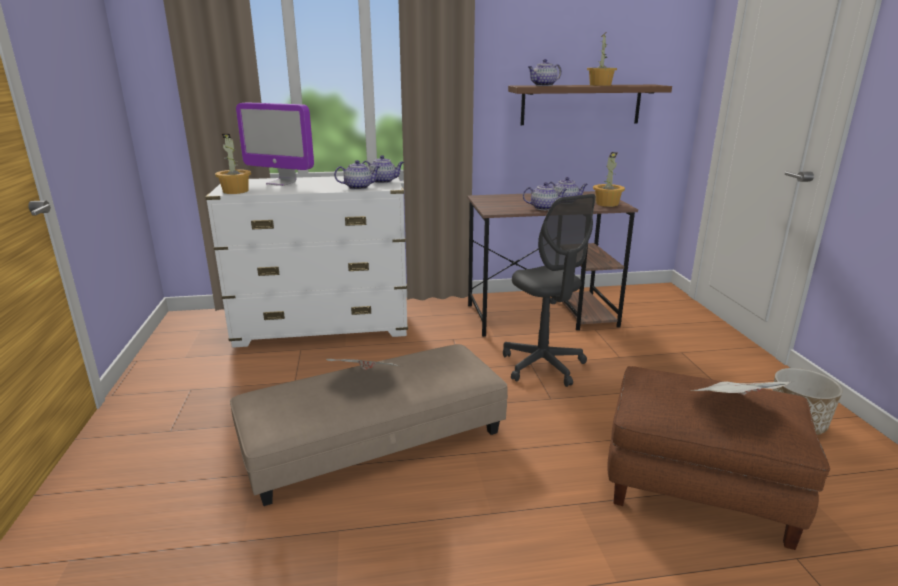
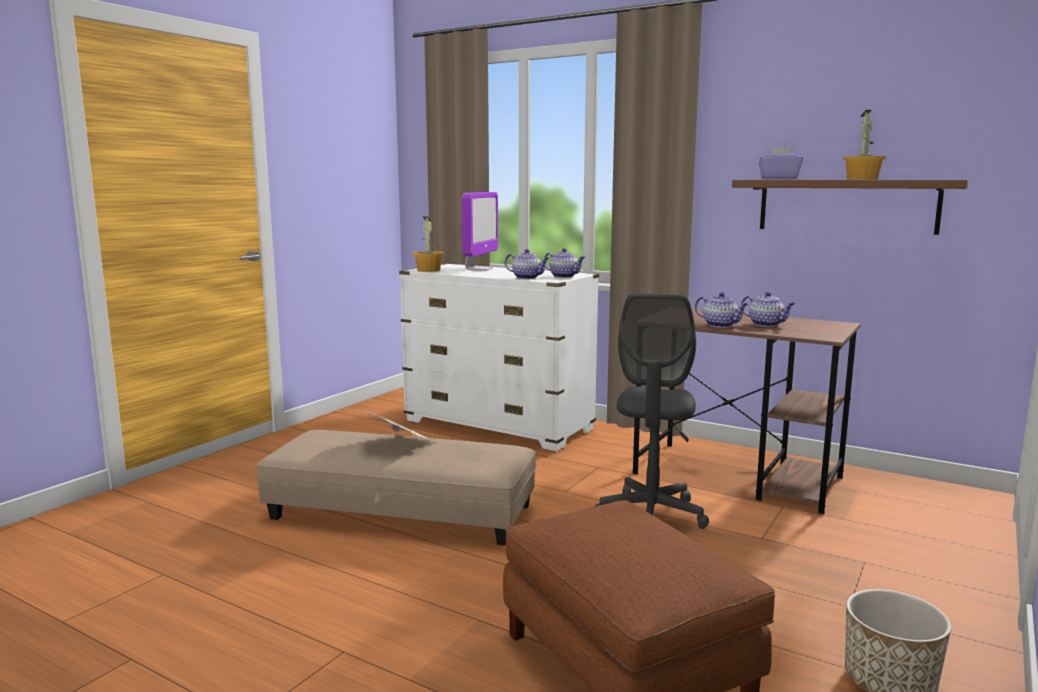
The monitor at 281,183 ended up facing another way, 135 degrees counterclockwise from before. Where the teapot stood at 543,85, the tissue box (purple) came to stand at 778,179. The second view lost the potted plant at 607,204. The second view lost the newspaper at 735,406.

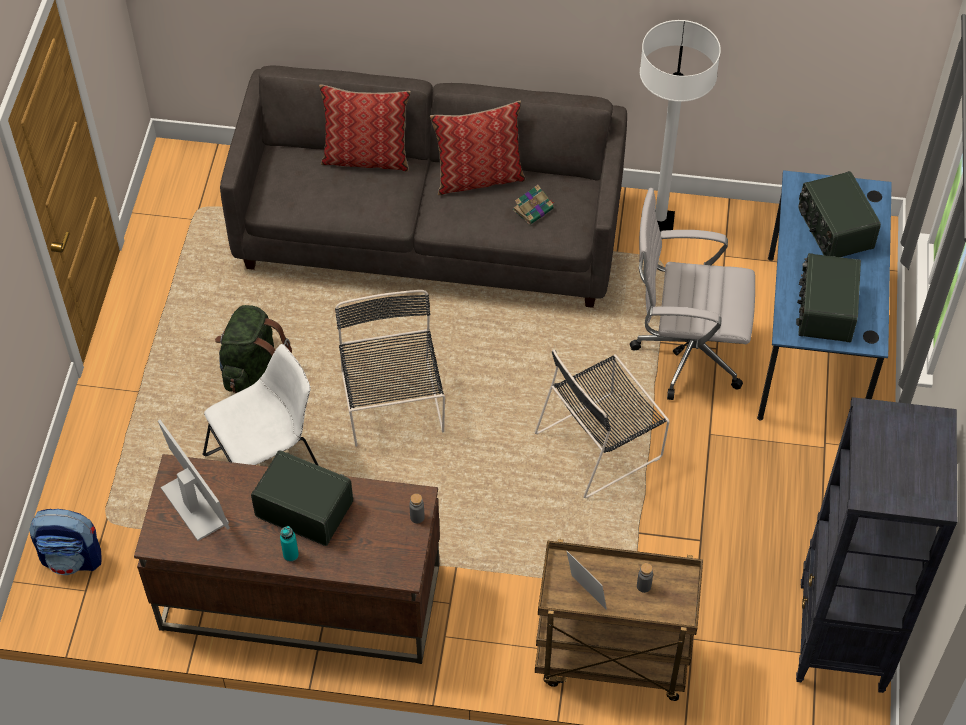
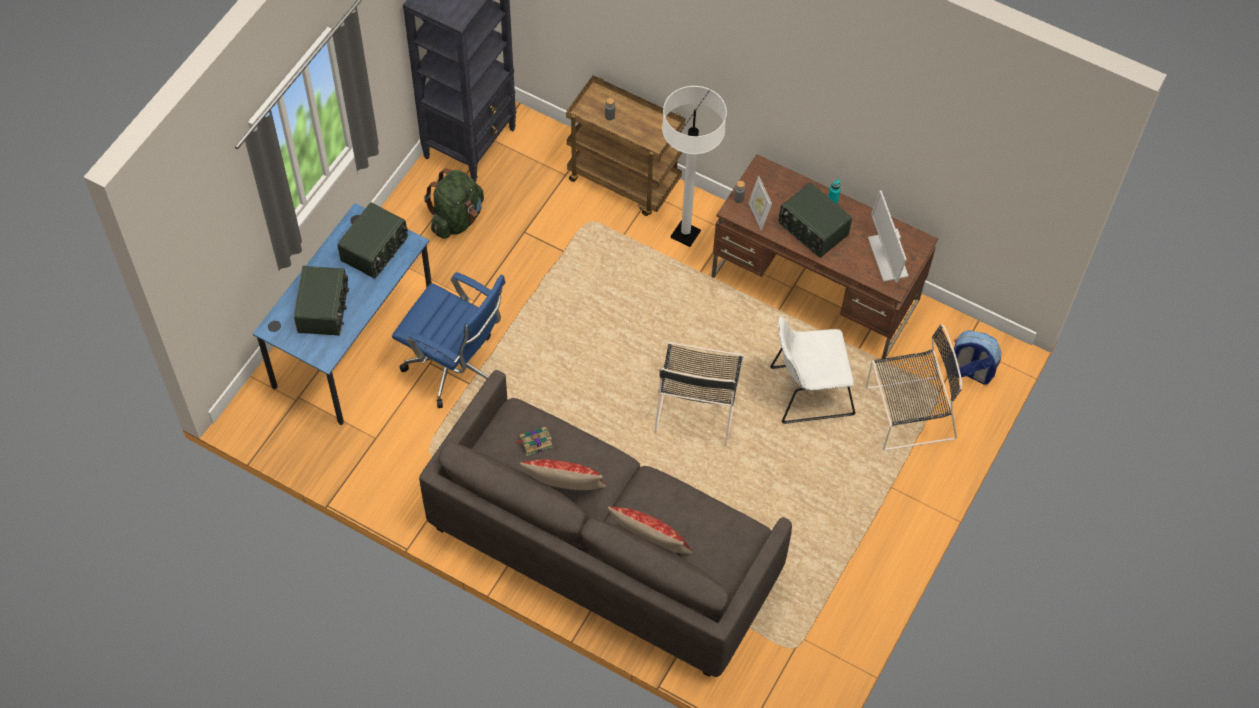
The backpack (green) ended up elsewhere, having gone from 252,369 to 457,218. The chair (black) ended up elsewhere, having gone from 602,443 to 906,414. The picture frame ended up elsewhere, having gone from 585,595 to 758,215. What was the office chair (white) at 684,353 turned into the office chair (blue) at 456,368. The floor lamp (white) ended up elsewhere, having gone from 660,222 to 685,234.

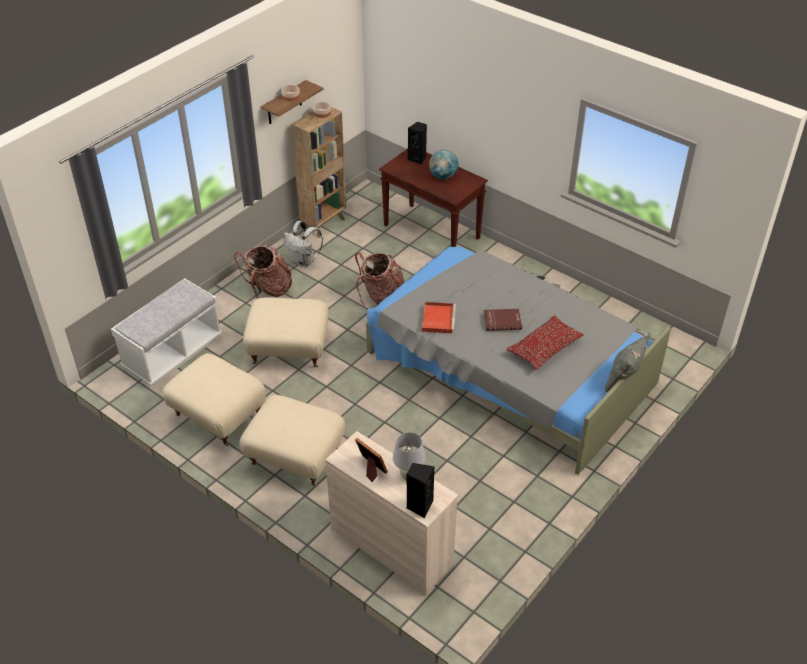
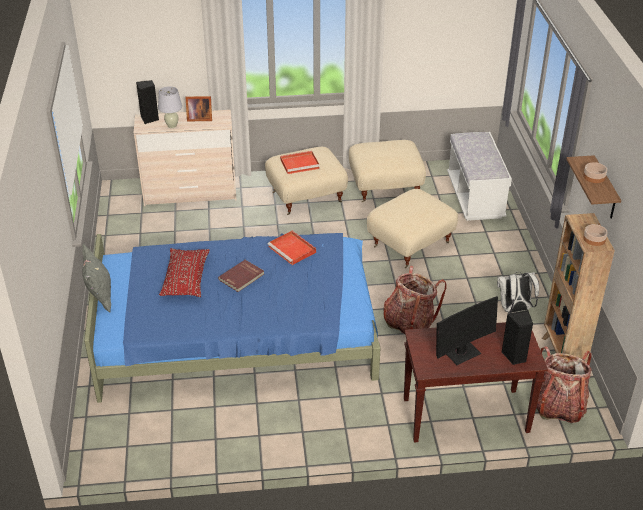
The backpack ended up elsewhere, having gone from 269,289 to 558,406. What was the bed (grey) at 508,367 turned into the bed (blue) at 238,335. Where the globe stood at 443,176, the monitor came to stand at 461,352. The second view gained the tray (red) at 300,164.

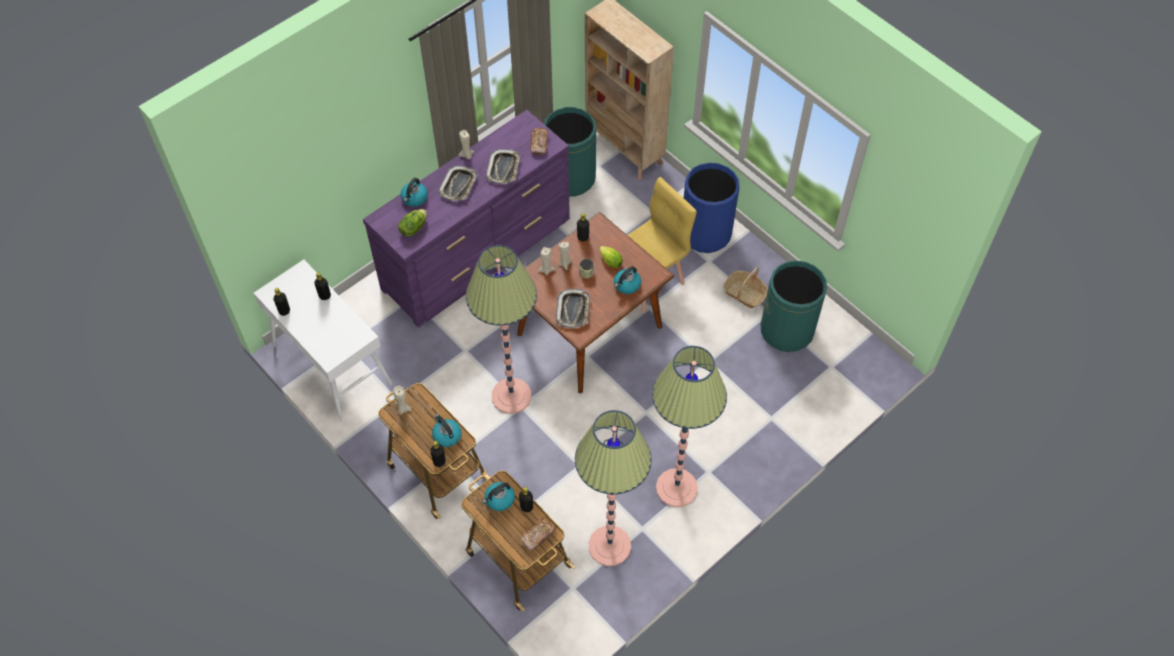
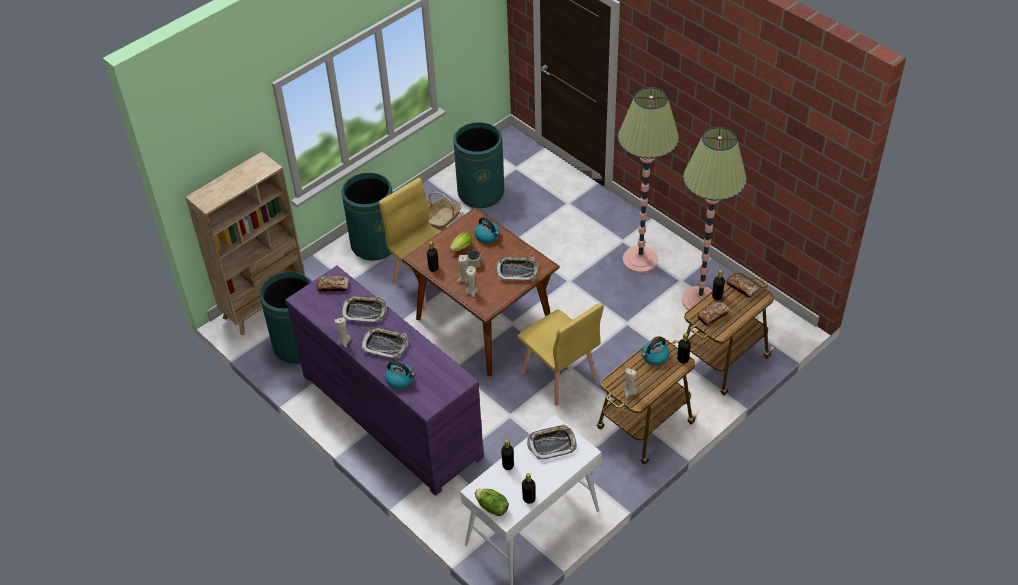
The lettuce ended up elsewhere, having gone from 413,228 to 492,508. Where the floor lamp stood at 511,396, the chair (yellow) came to stand at 559,376. Where the kettle stood at 499,500, the bread came to stand at 713,315. What was the trash can (blue) at 706,233 turned into the trash can (green) at 374,244. The second view gained the tray at 552,444.

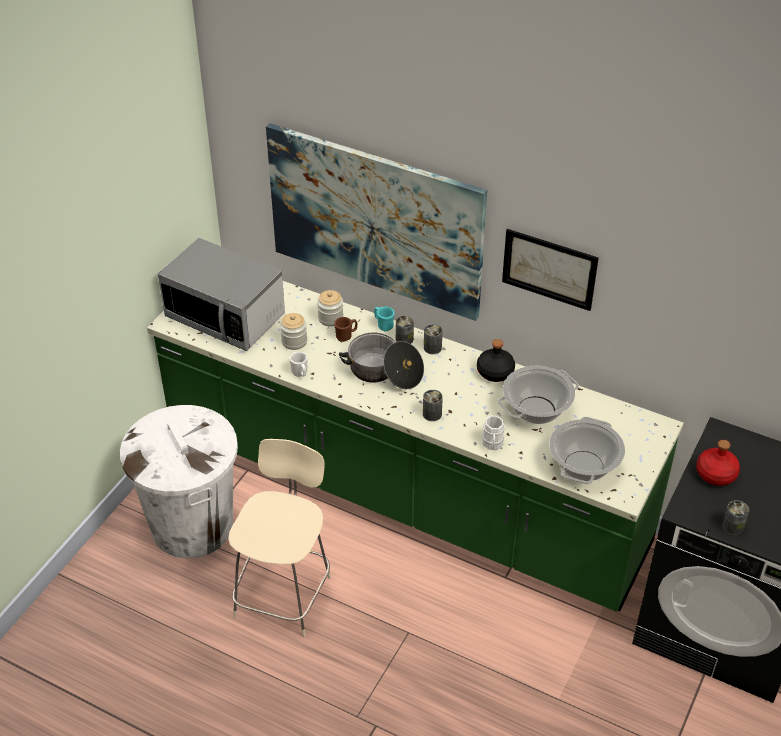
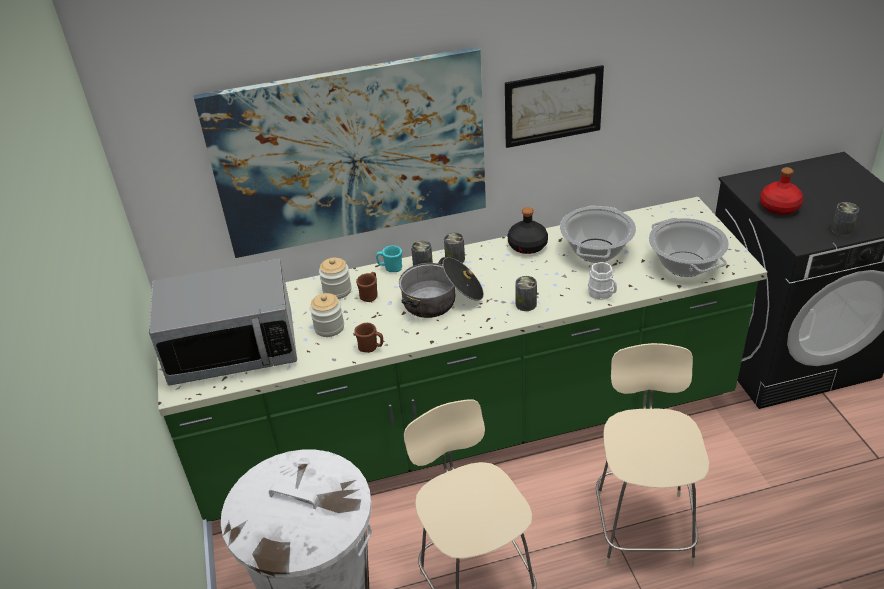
What was the mug (white) at 300,373 turned into the mug (brown) at 371,348. The second view gained the chair (beige) at 643,525.

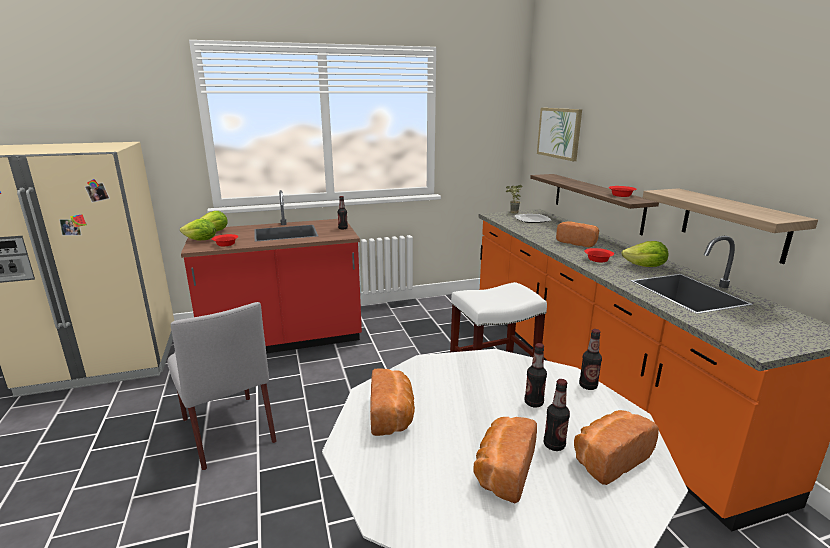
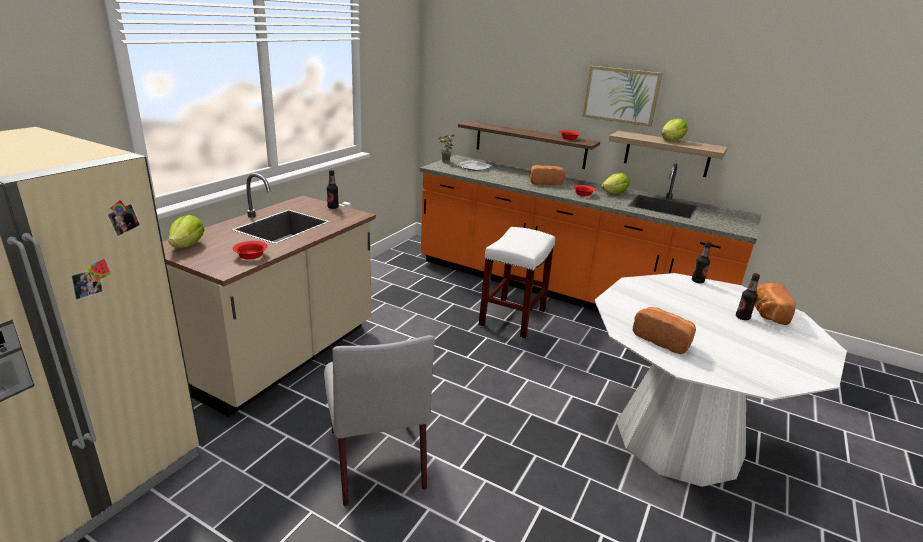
The chair (grey) at 227,429 ended up facing another way, 60 degrees clockwise from before. The lettuce ended up elsewhere, having gone from 201,240 to 671,140. What was the counter (red) at 284,339 turned into the counter (beige) at 282,356. The second view lost the bread at 502,471. The second view lost the bottle at 533,403. The picture ended up elsewhere, having gone from 559,133 to 621,95.

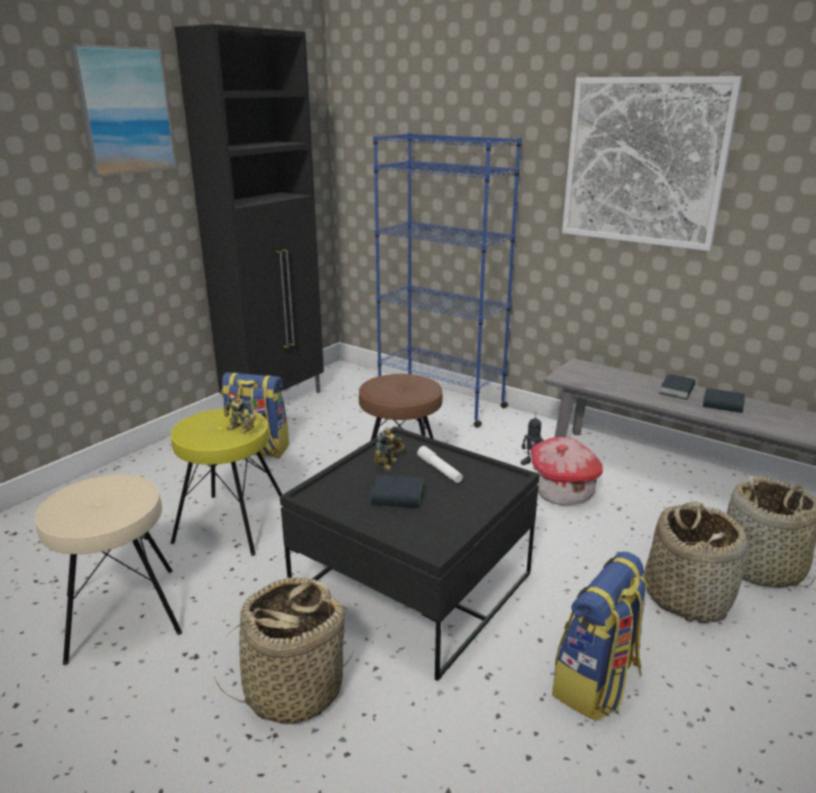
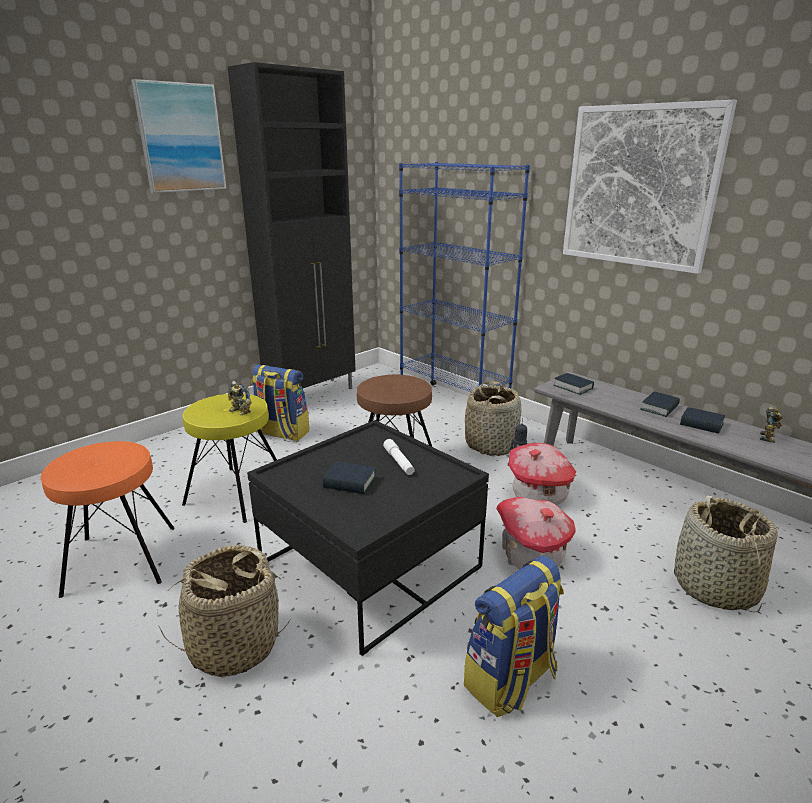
What was the stool (beige) at 121,614 turned into the stool (orange) at 120,560. The toy robot ended up elsewhere, having gone from 389,464 to 769,438. The basket ended up elsewhere, having gone from 687,596 to 491,444. The second view gained the toy house at 531,555. The second view gained the book at 573,387.

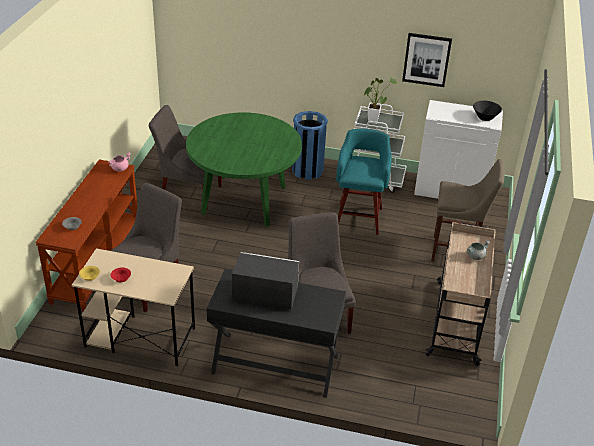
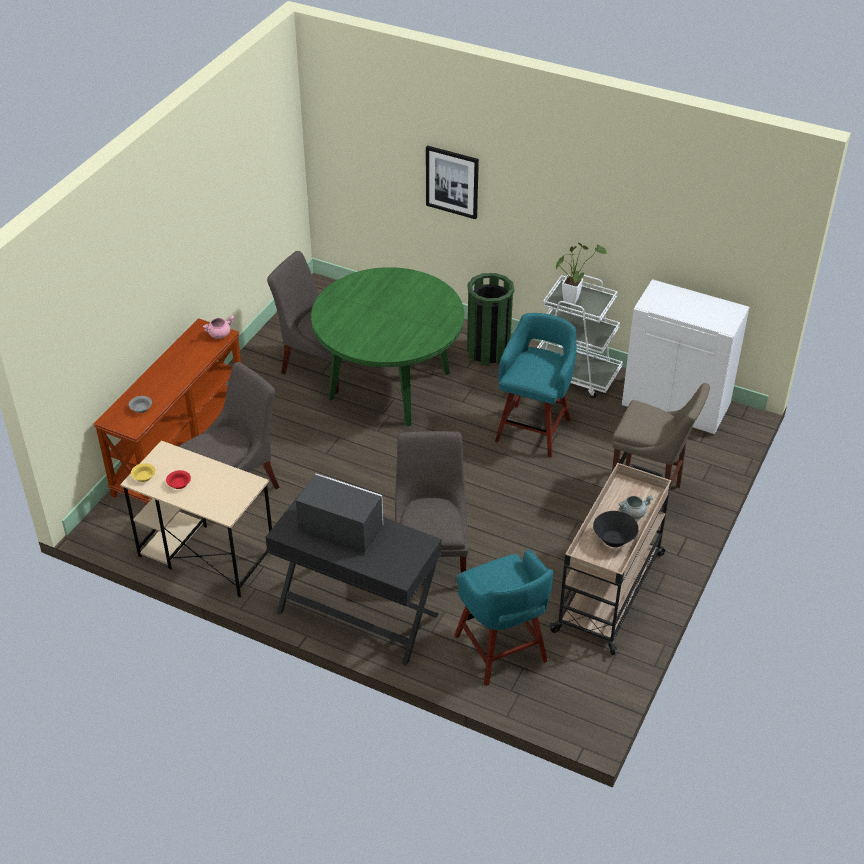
What was the trash can (blue) at 307,170 turned into the trash can (green) at 488,351. The picture ended up elsewhere, having gone from 426,59 to 452,181. The bowl (black) ended up elsewhere, having gone from 485,118 to 614,540. The second view gained the stool (turquoise) at 501,651.

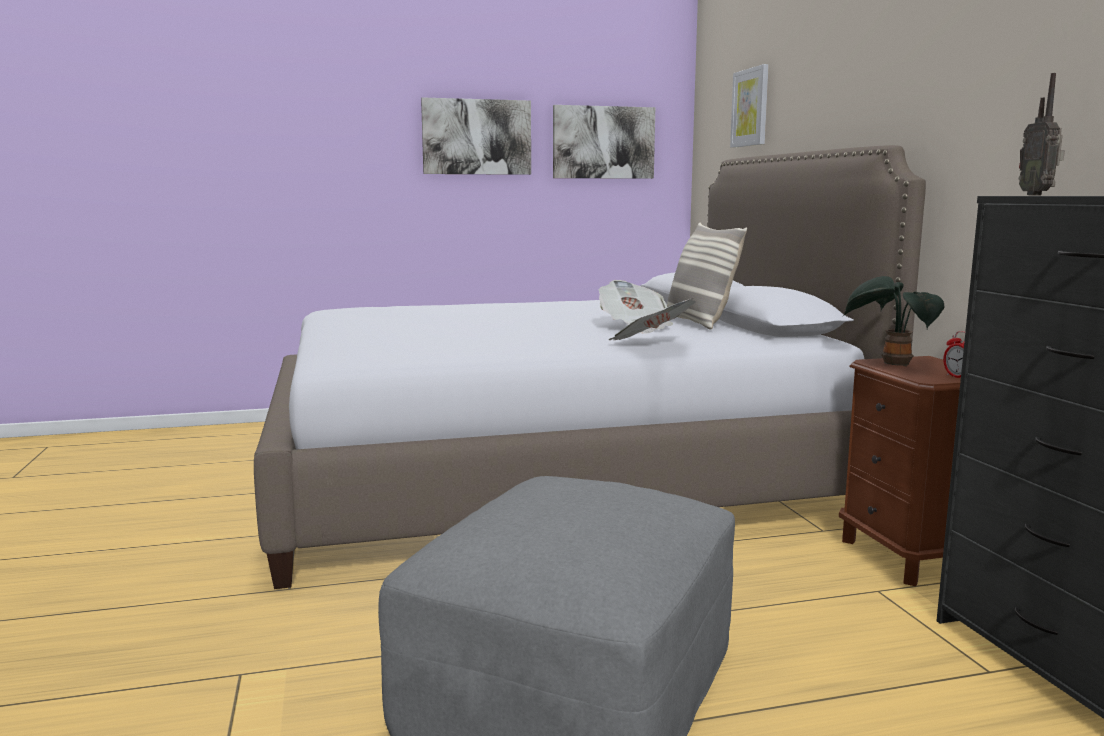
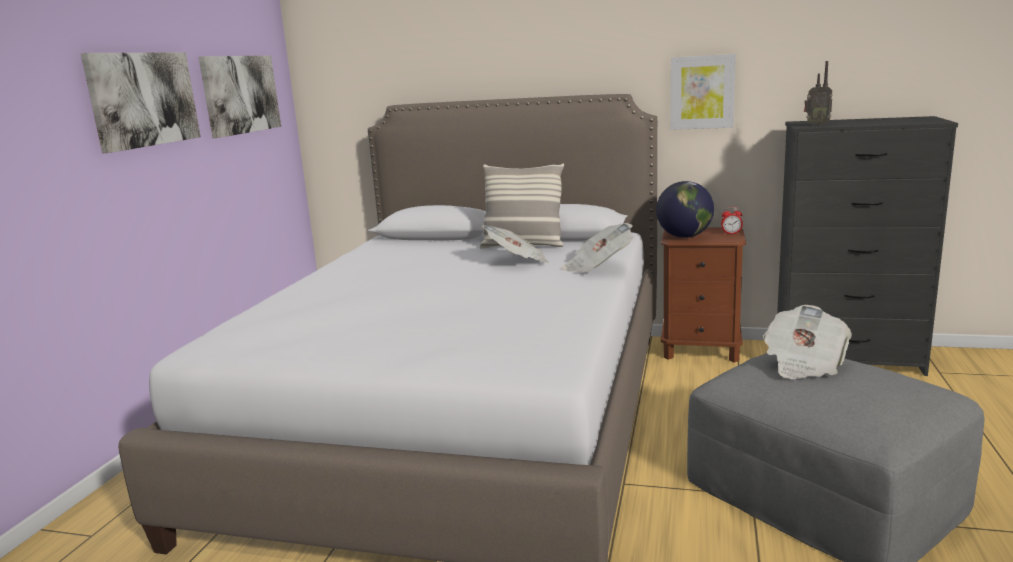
The picture ended up elsewhere, having gone from 751,107 to 702,92. Where the potted plant stood at 892,364, the globe came to stand at 684,236. The second view gained the newspaper at 803,364.

